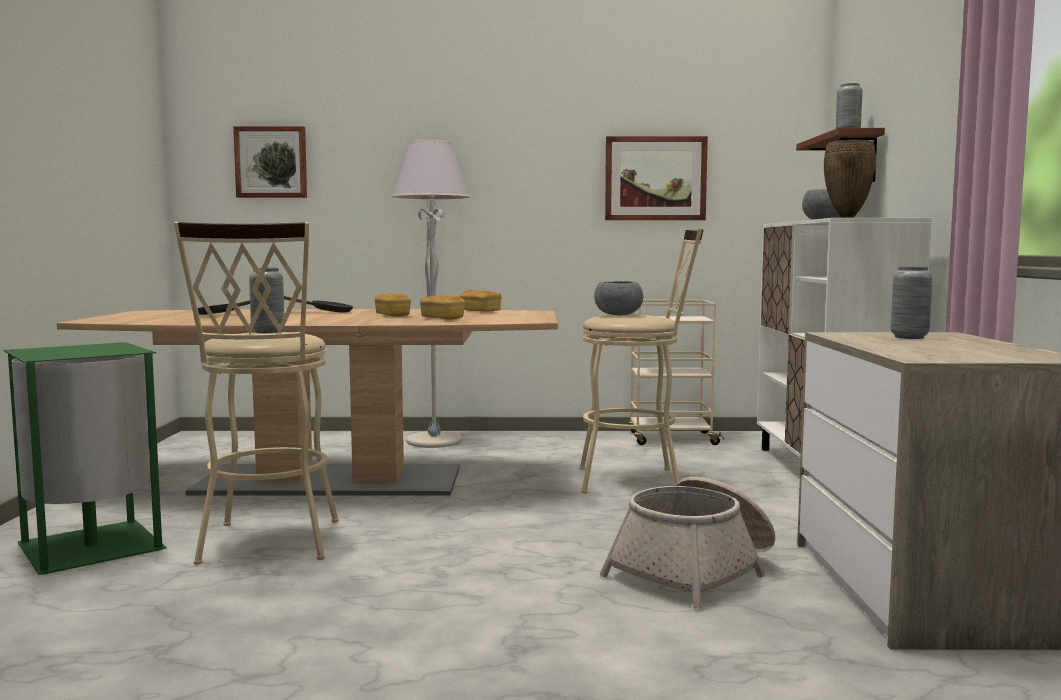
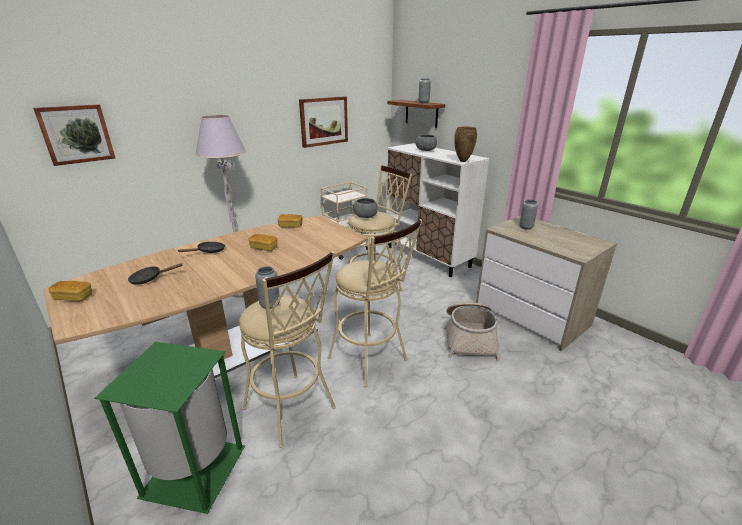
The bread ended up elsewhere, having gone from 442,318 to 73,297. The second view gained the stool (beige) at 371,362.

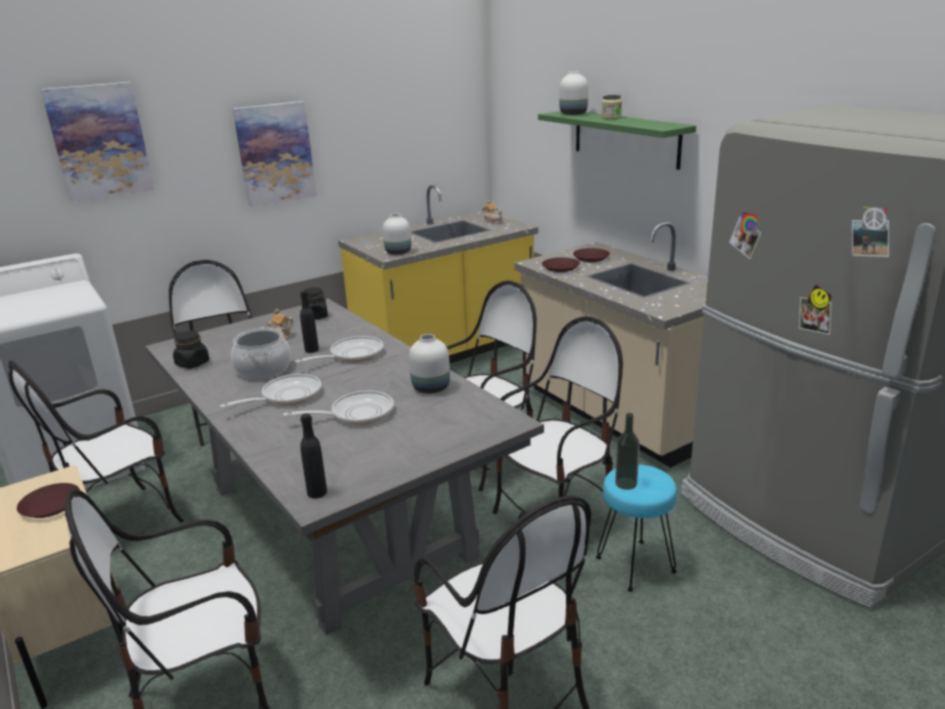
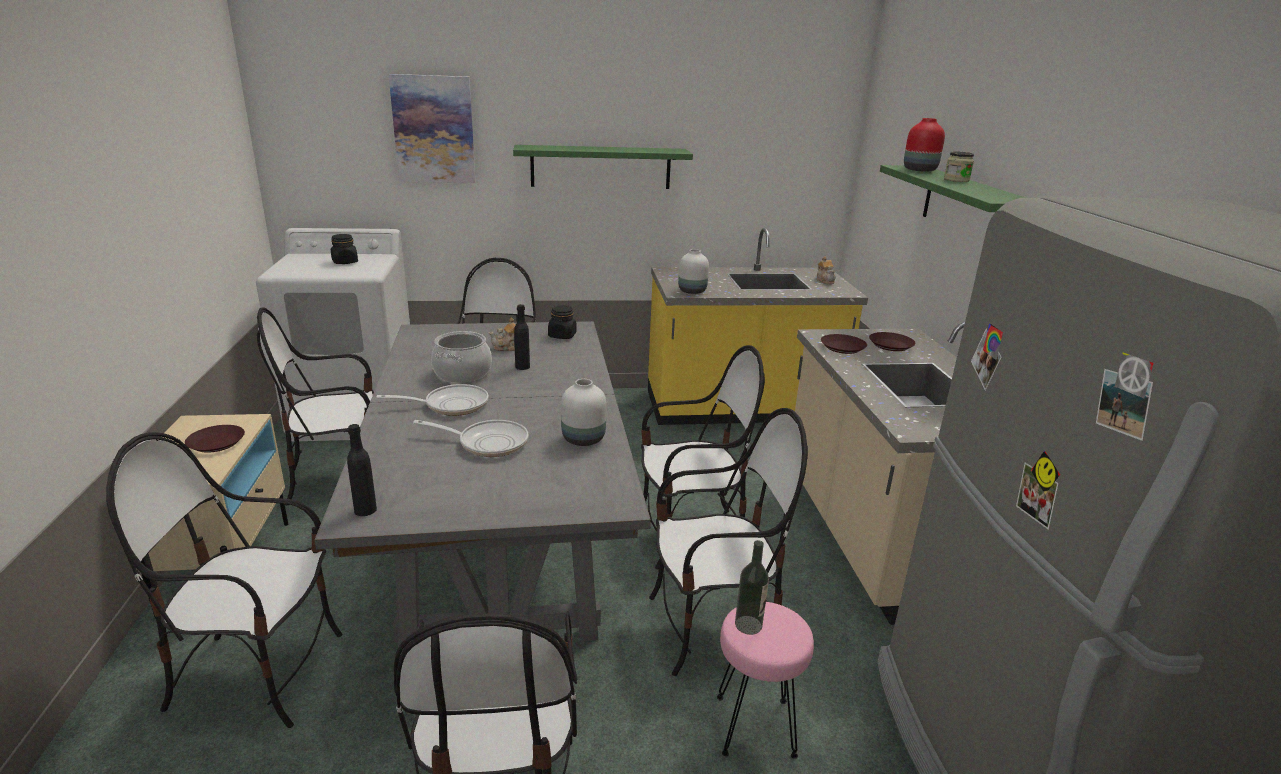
The jar (black) ended up elsewhere, having gone from 193,363 to 345,262. Where the picture hung at 275,153, the shelf (green) came to hang at 601,167. The second view lost the frying pan at 352,355. What was the vase (white) at 572,114 turned into the vase (red) at 919,170. What was the stool (turquoise) at 634,565 turned into the stool (pink) at 753,726.

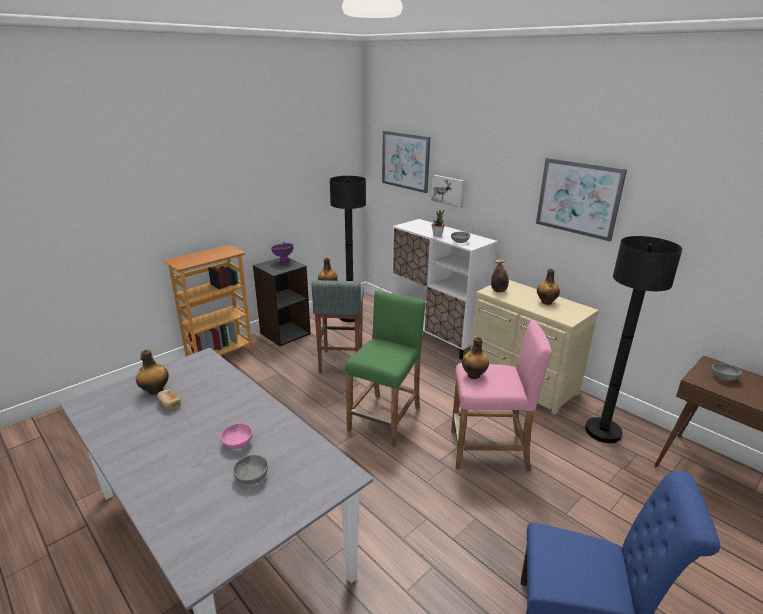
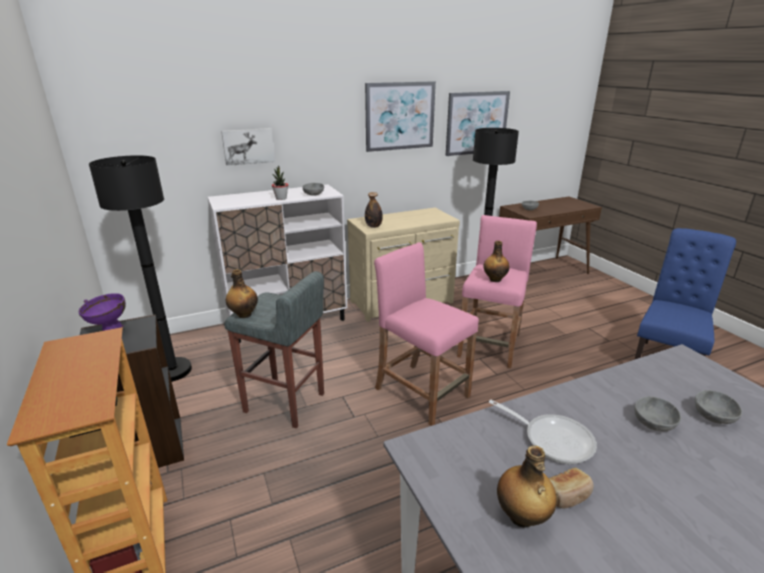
What was the bowl (pink) at 237,444 turned into the bowl (grey) at 654,424. What was the stool (green) at 385,419 turned into the stool (pink) at 422,392. The picture ended up elsewhere, having gone from 405,161 to 476,123. The second view lost the bottle at 546,302. The second view gained the frying pan at 552,439.

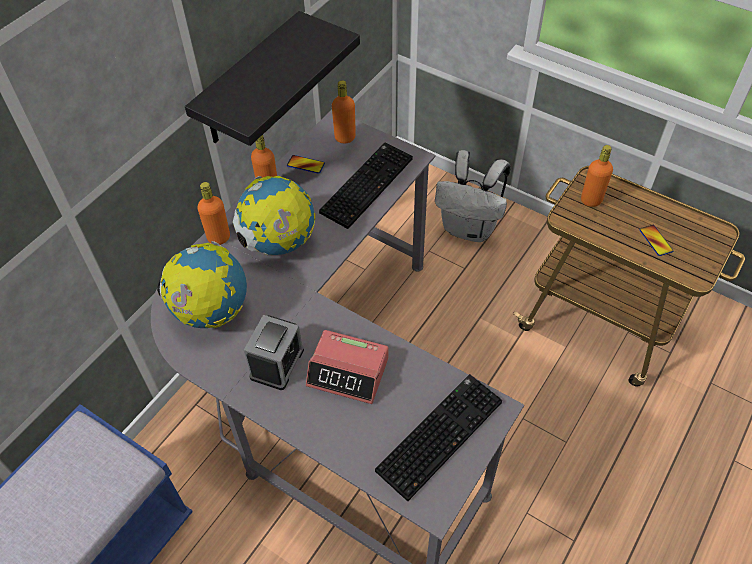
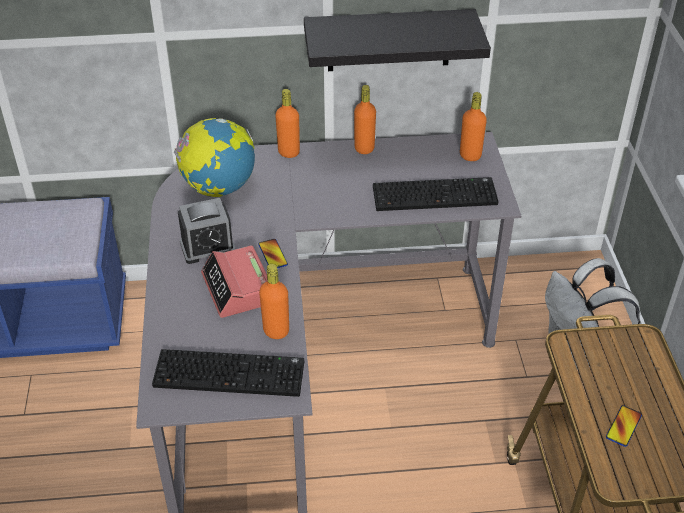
The second view lost the globe at 279,242. The phone ended up elsewhere, having gone from 305,165 to 272,255. The bottle (orange) ended up elsewhere, having gone from 591,200 to 276,331.

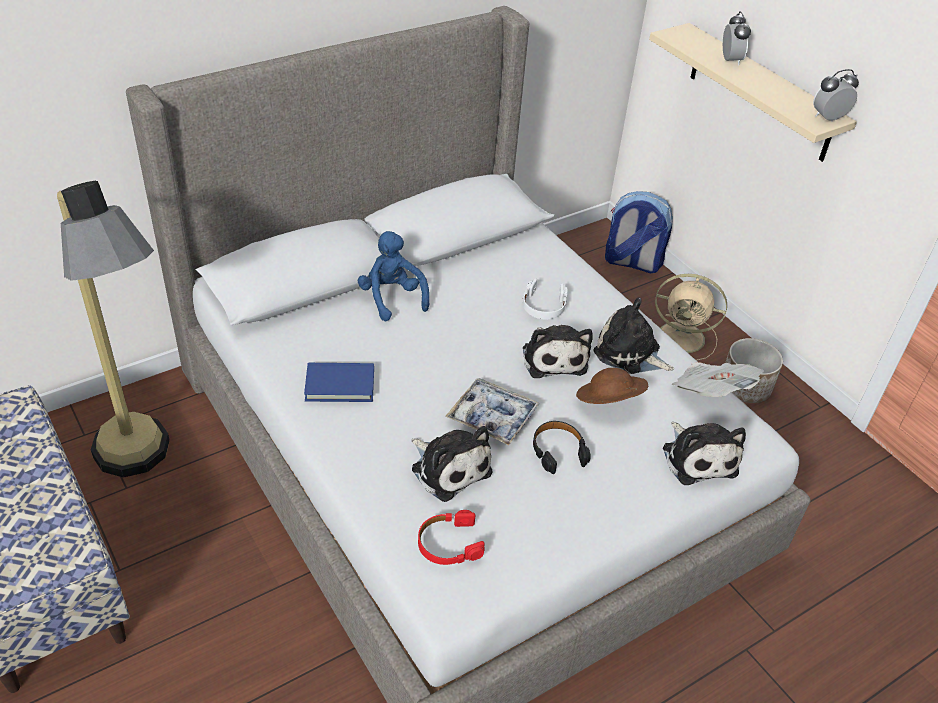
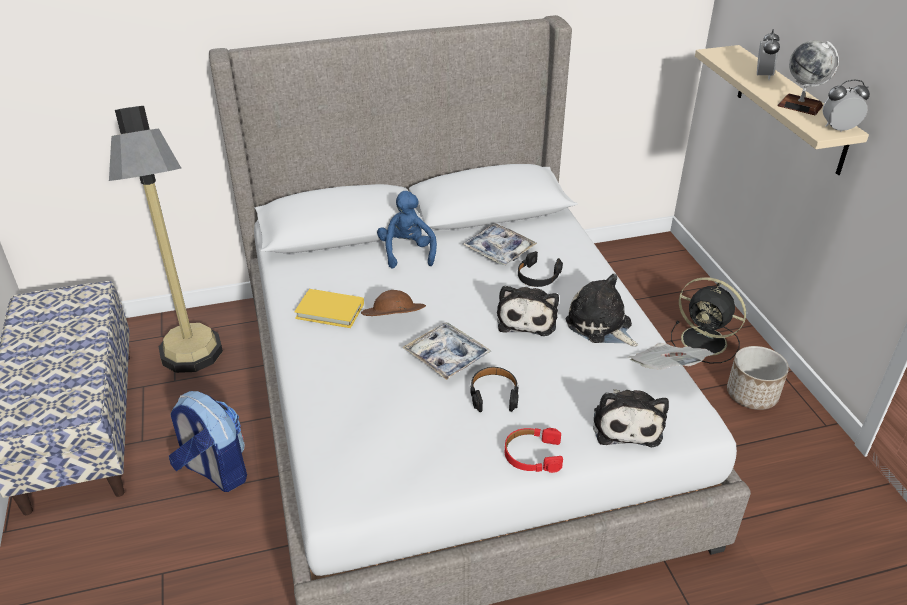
What was the book (blue) at 340,385 turned into the book (yellow) at 330,311. The second view lost the plush toy at 449,468. The headphones (red) ended up elsewhere, having gone from 448,544 to 532,455. What was the headphones (white) at 543,306 turned into the headphones (black) at 538,276. The hat (brown) ended up elsewhere, having gone from 608,402 to 393,321. The backpack ended up elsewhere, having gone from 631,262 to 214,471. What was the fan (beige) at 683,338 turned into the fan (black) at 705,342. The second view gained the tray at 499,250. The second view gained the globe at 800,106.

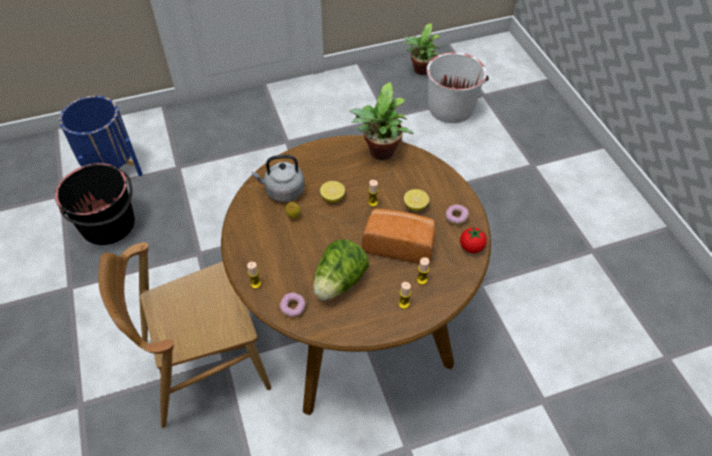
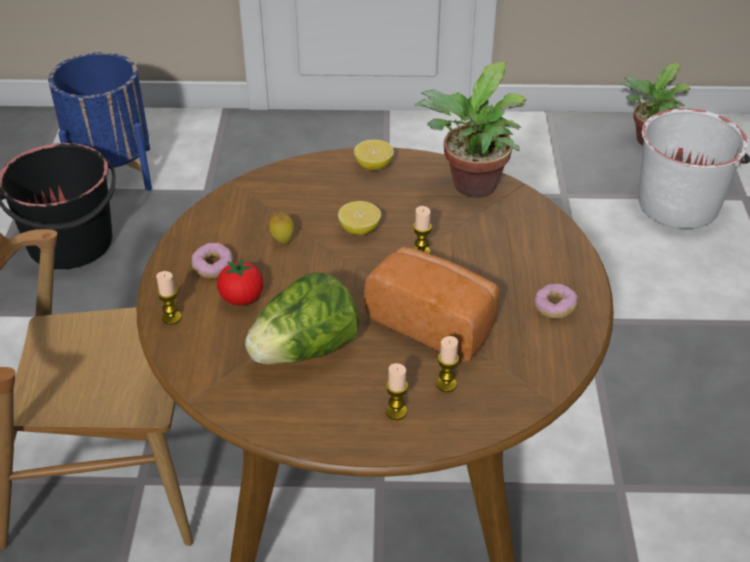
The second view lost the kettle (grey) at 282,191. The donut ended up elsewhere, having gone from 293,308 to 213,267. The lemon ended up elsewhere, having gone from 415,206 to 373,166. The tomato ended up elsewhere, having gone from 471,247 to 241,298.

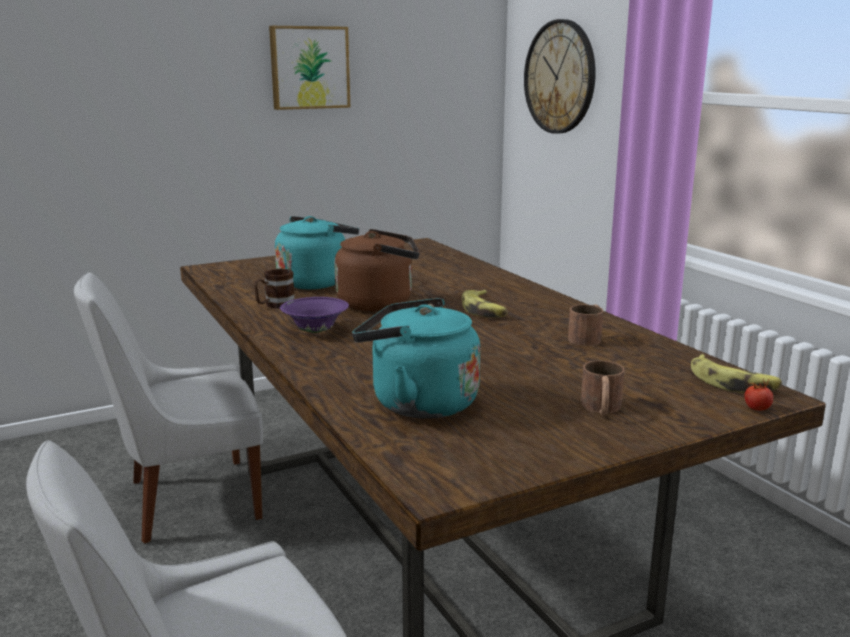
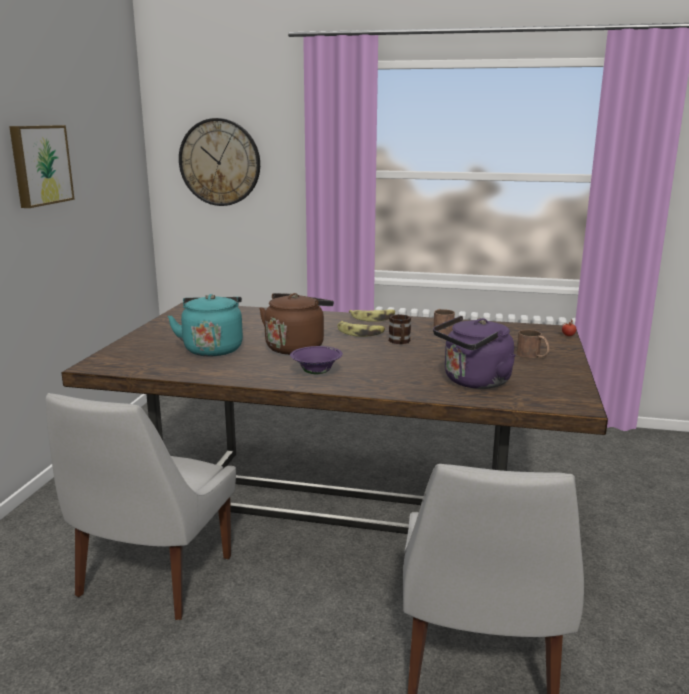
The mug (brown) ended up elsewhere, having gone from 274,305 to 400,342. What was the kettle (turquoise) at 417,403 turned into the kettle (purple) at 473,382. The banana ended up elsewhere, having gone from 732,383 to 373,318.

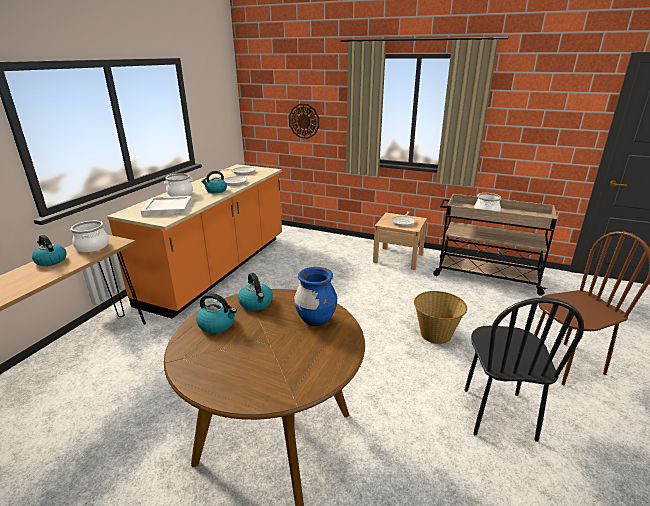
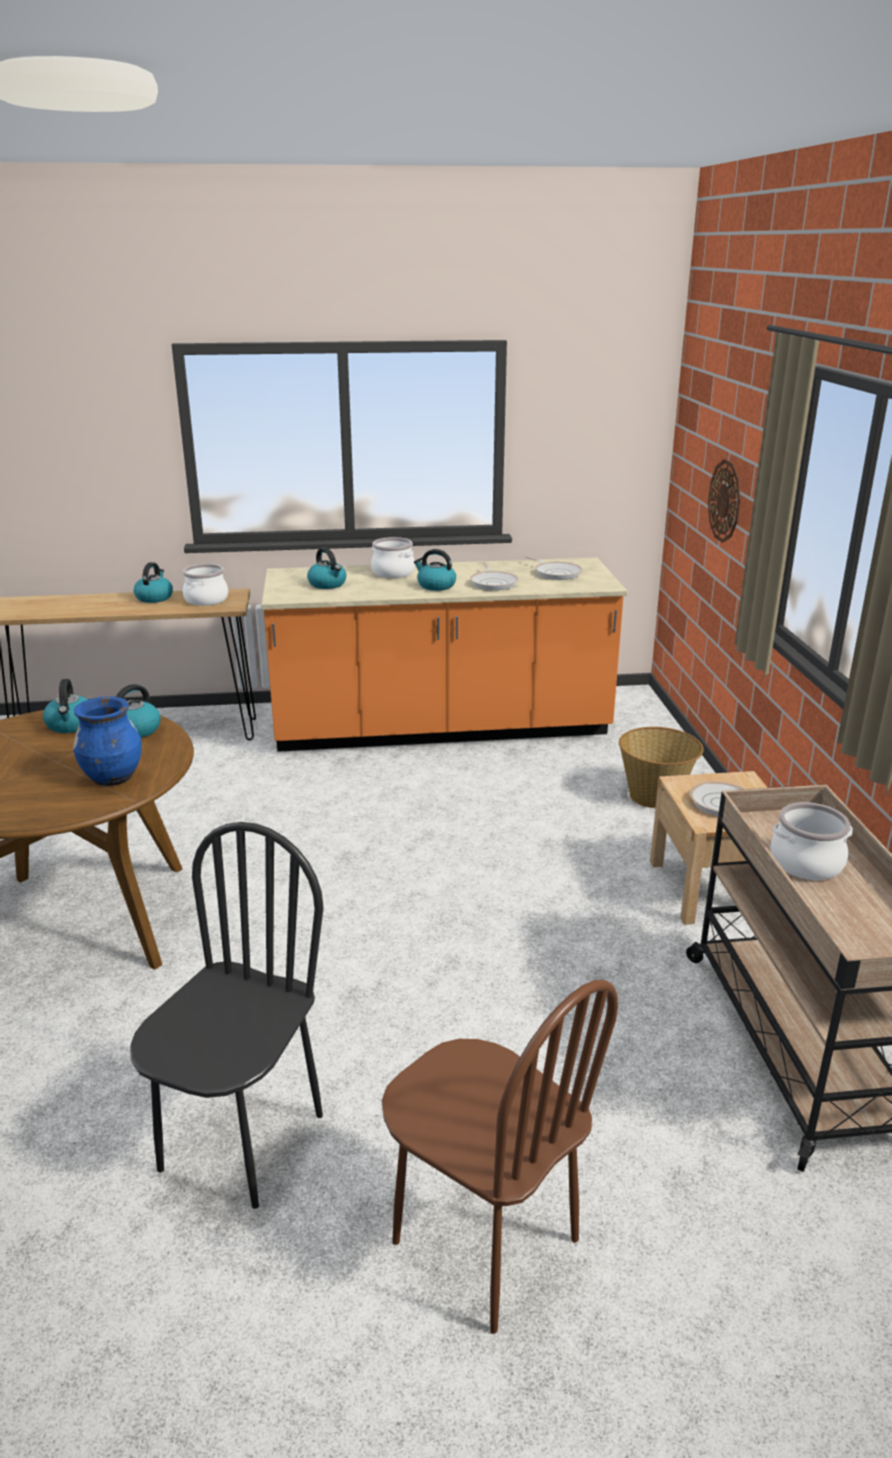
Where the tray (white) stood at 167,208, the kettle came to stand at 328,584. The basket ended up elsewhere, having gone from 436,334 to 655,796. The chair (black) at 497,413 ended up facing another way, 135 degrees clockwise from before.

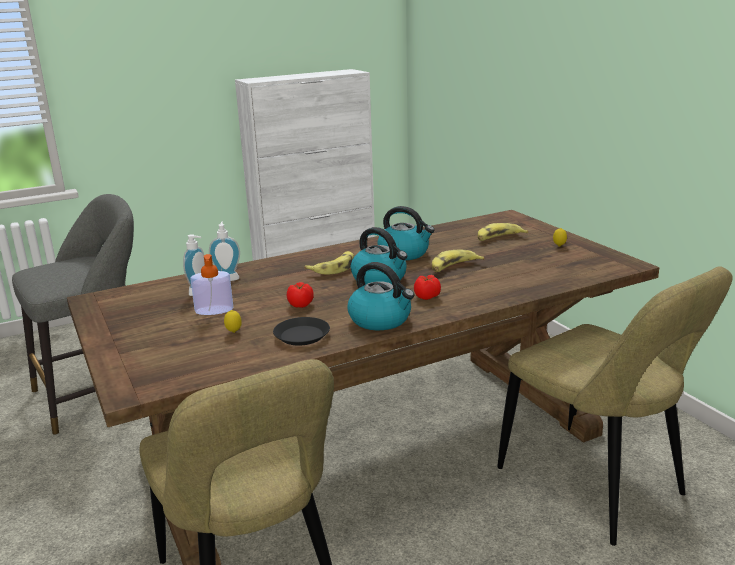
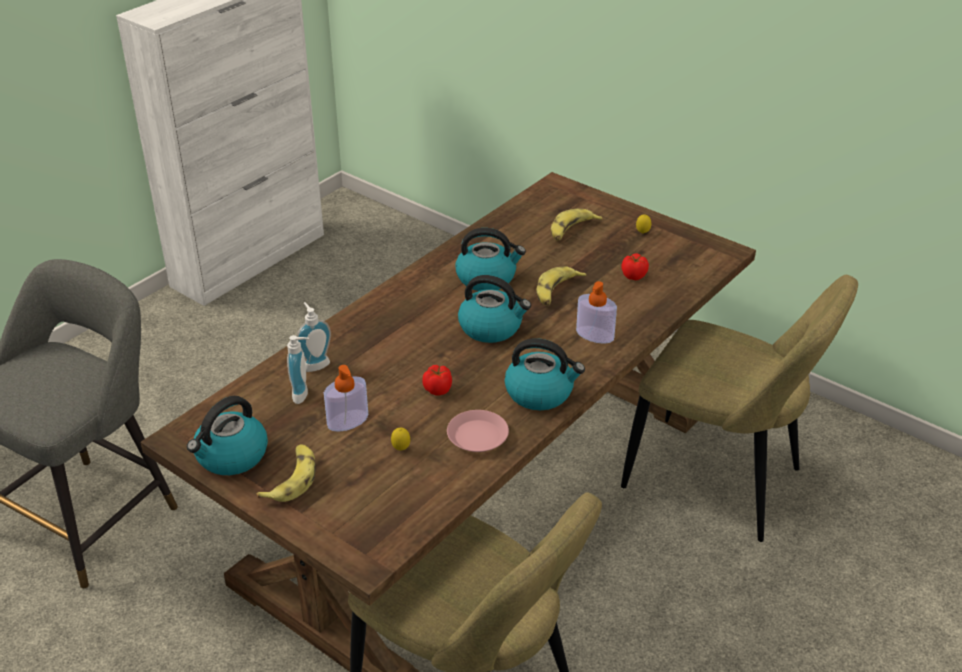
What was the plate (black) at 301,336 turned into the plate (pink) at 477,436. The banana ended up elsewhere, having gone from 334,268 to 292,479. The tomato ended up elsewhere, having gone from 427,297 to 634,276. The second view gained the kettle at 231,456. The second view gained the soap dispenser at 595,335.

